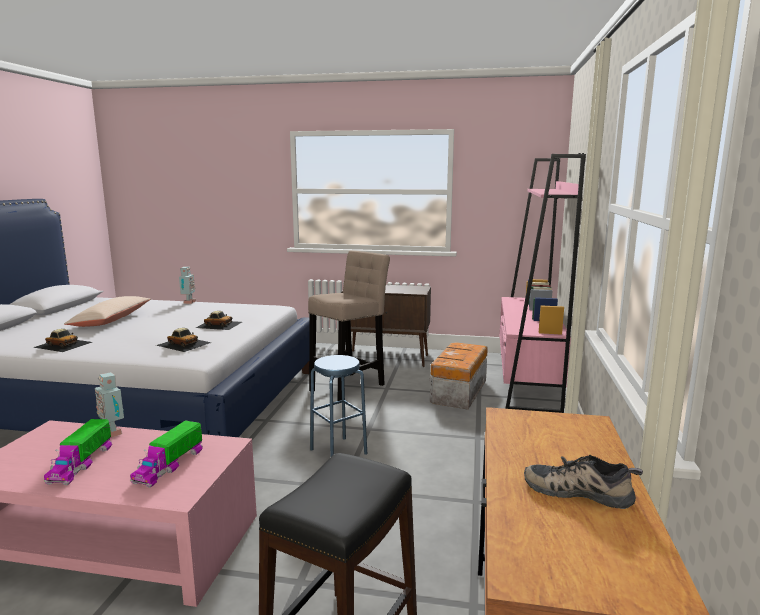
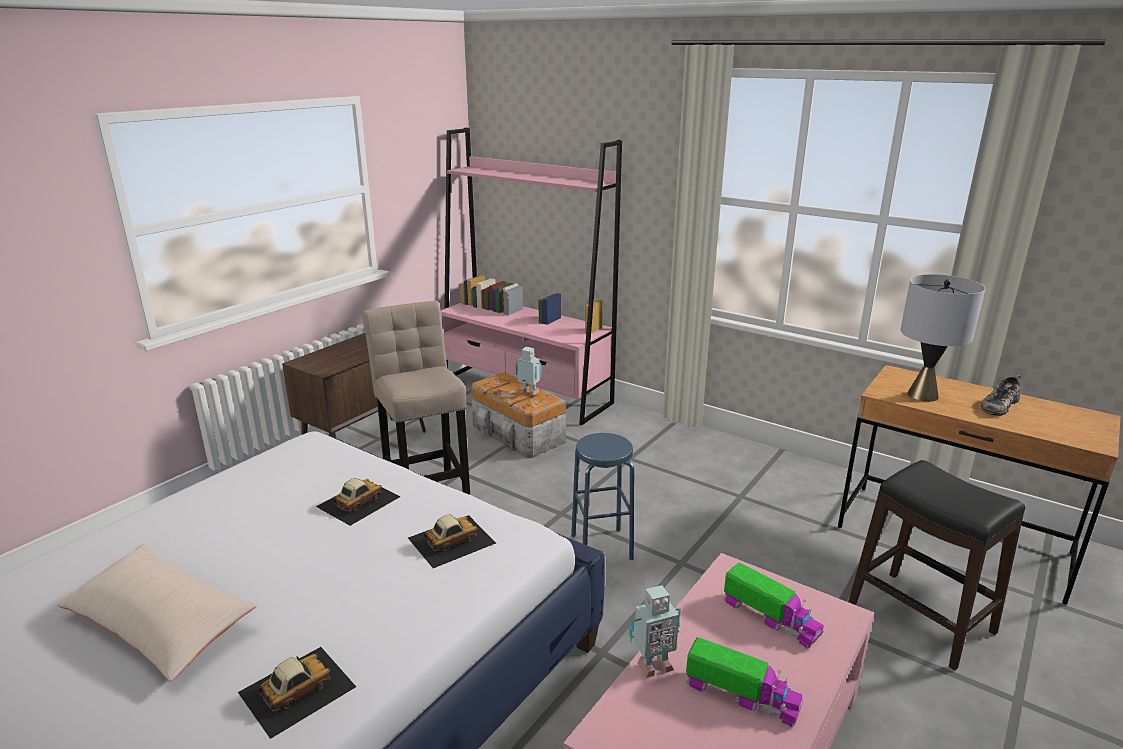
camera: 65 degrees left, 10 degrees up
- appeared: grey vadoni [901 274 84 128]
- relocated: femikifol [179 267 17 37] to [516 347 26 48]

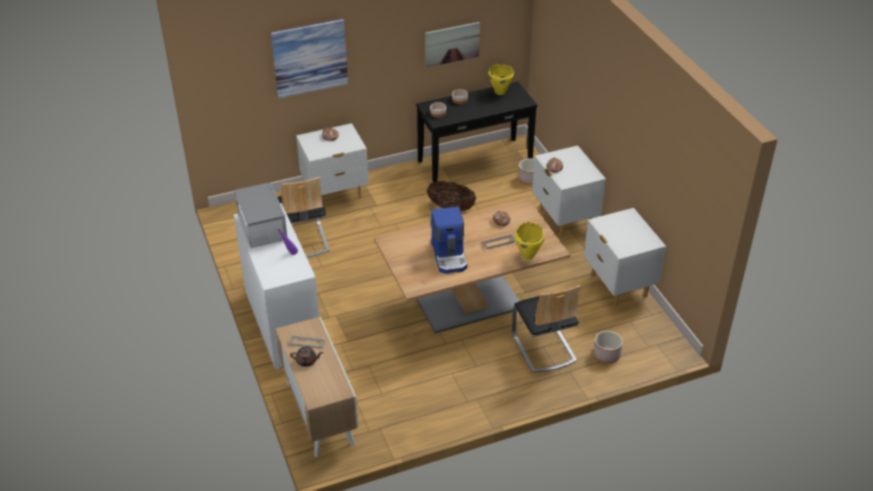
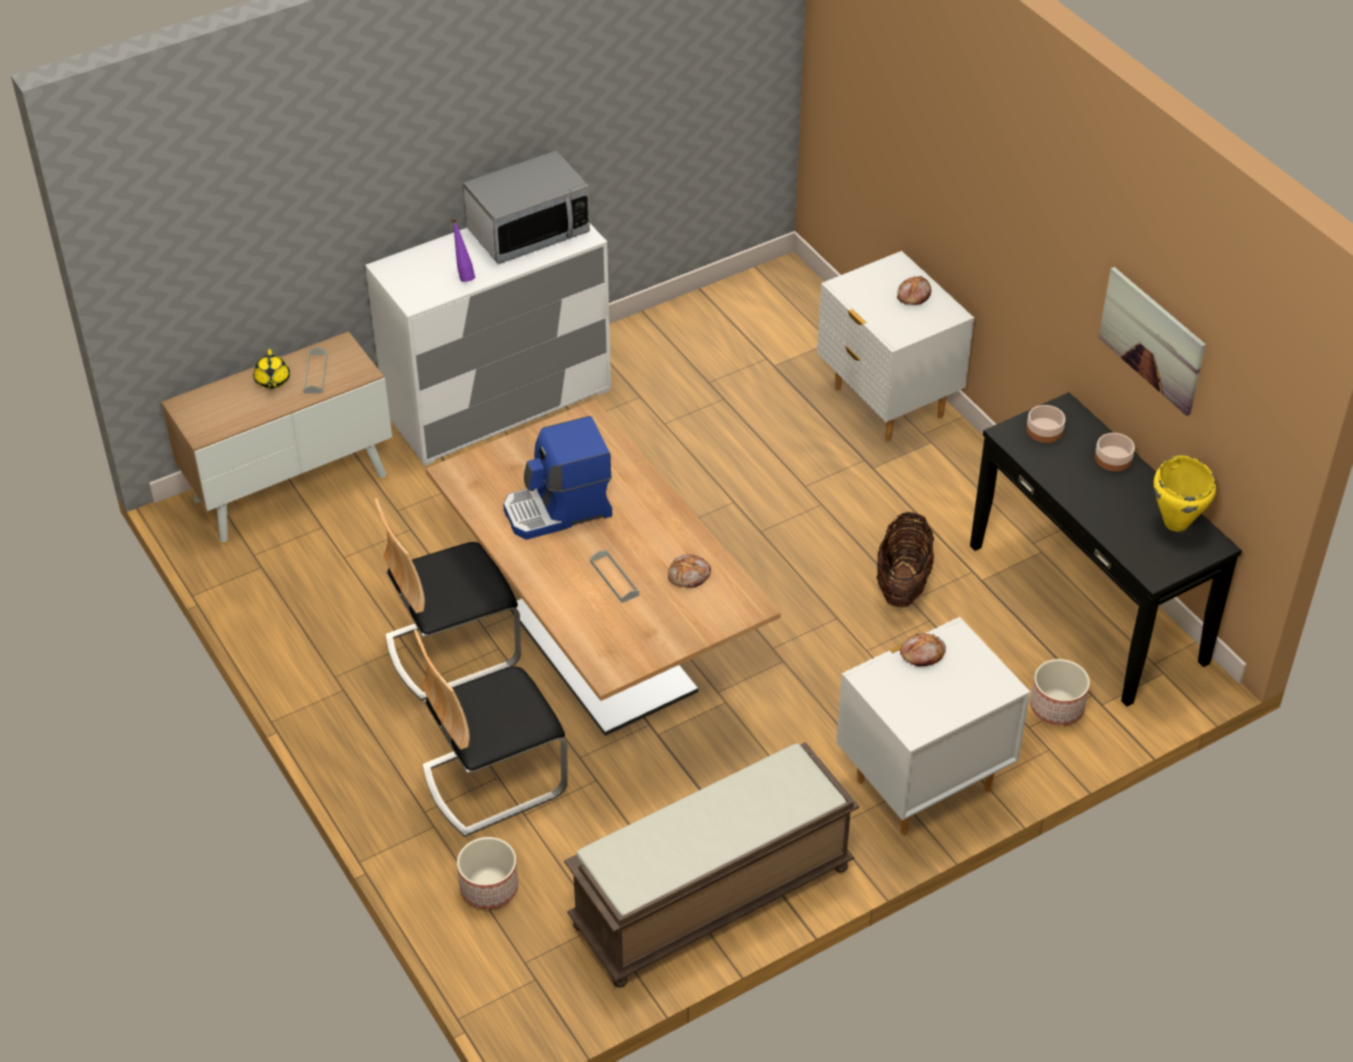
camera: 80 degrees right, 5 degrees up
- missing: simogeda [271 19 77 79]
- missing: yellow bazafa [515 222 30 38]
- relocated: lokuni [277 177 53 81] to [375 498 146 203]
- exchanged: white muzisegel [584 208 82 99] to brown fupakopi [564 742 295 246]
- colour: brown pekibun [290 347 33 20] to yellow pekibun [254 349 36 40]

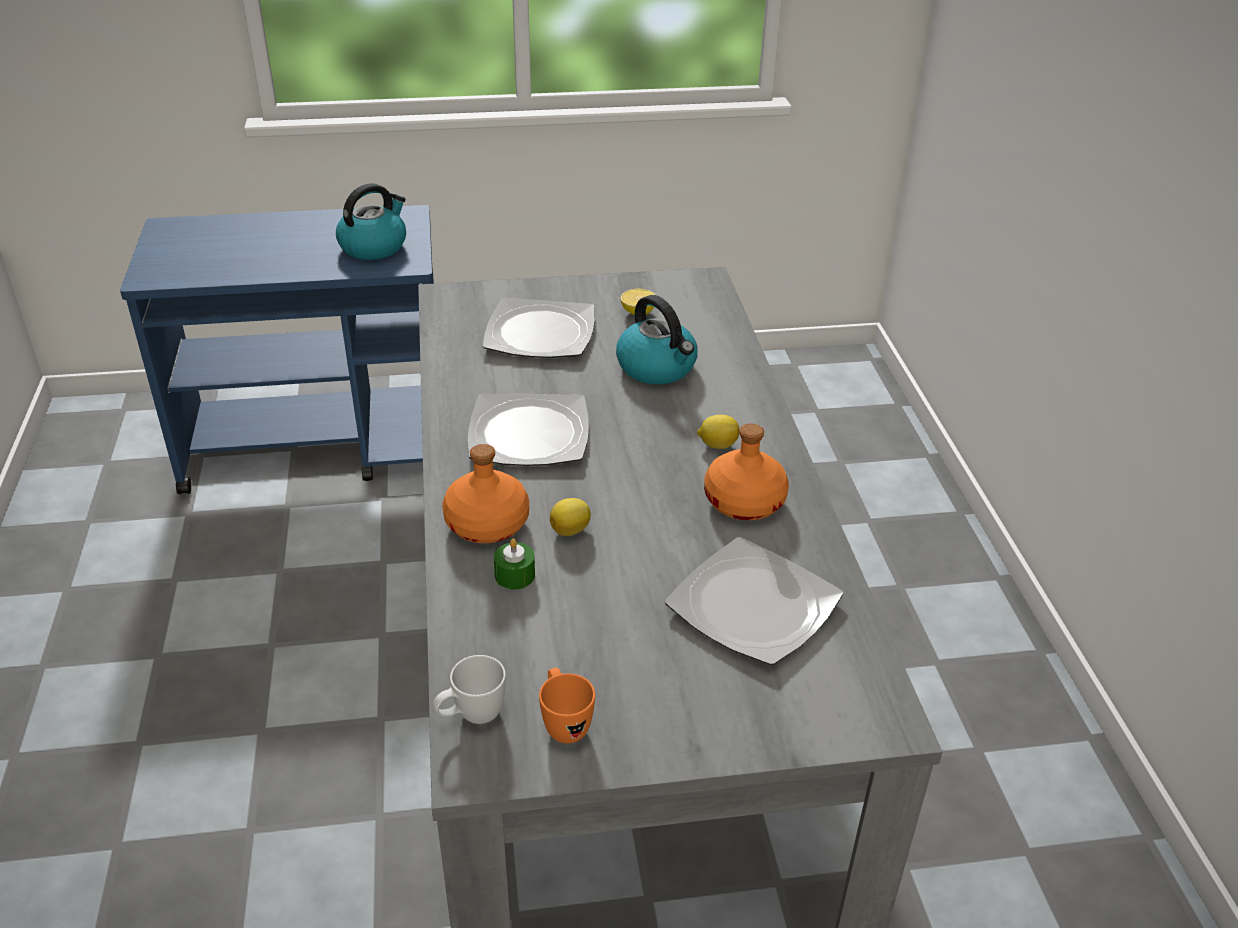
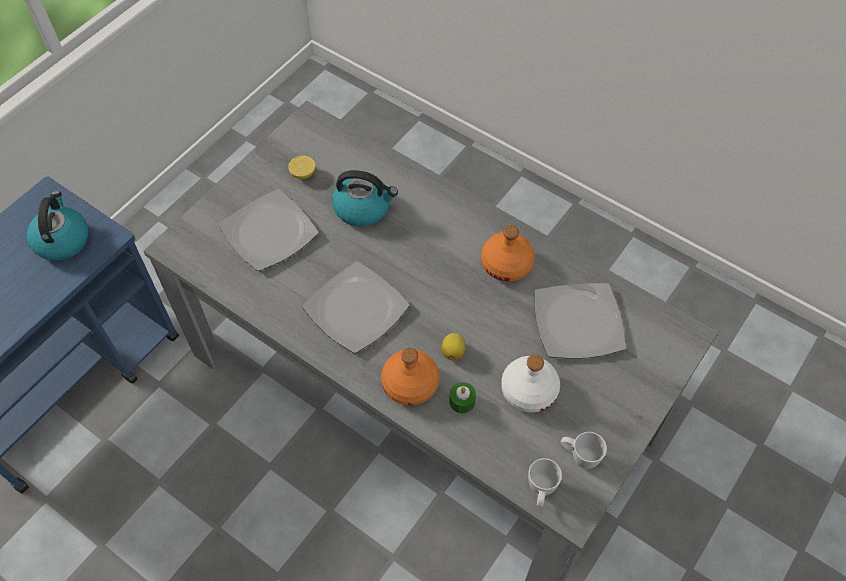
camera: 45 degrees left, 20 degrees up
- missing: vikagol [697 415 42 34]
- appeared: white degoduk [501 355 59 57]
- colour: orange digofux [539 668 56 75] to white digofux [561 432 46 37]

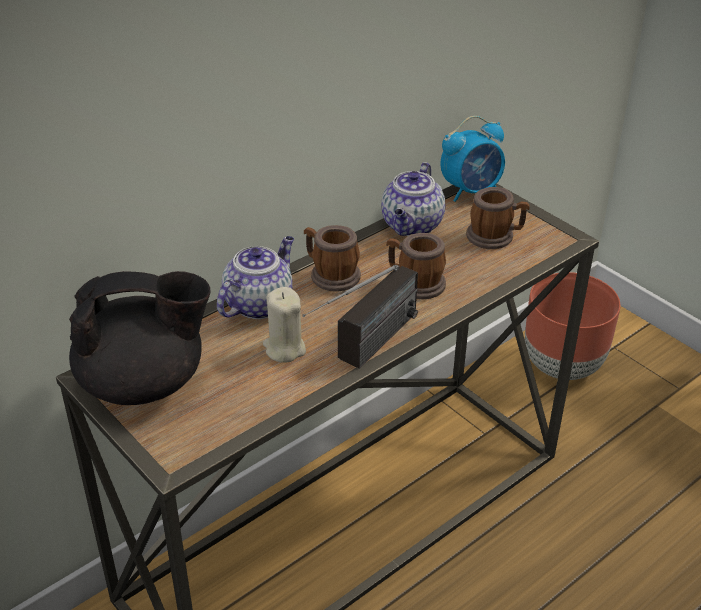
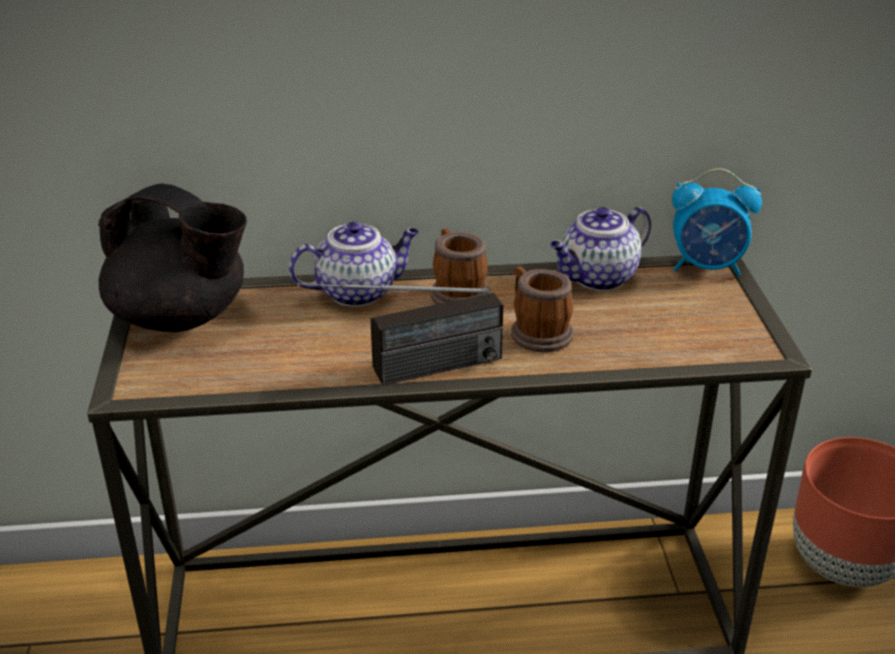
camera: 35 degrees right, 5 degrees down
- missing: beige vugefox [263 287 43 76]
- missing: digofux [466 187 64 62]

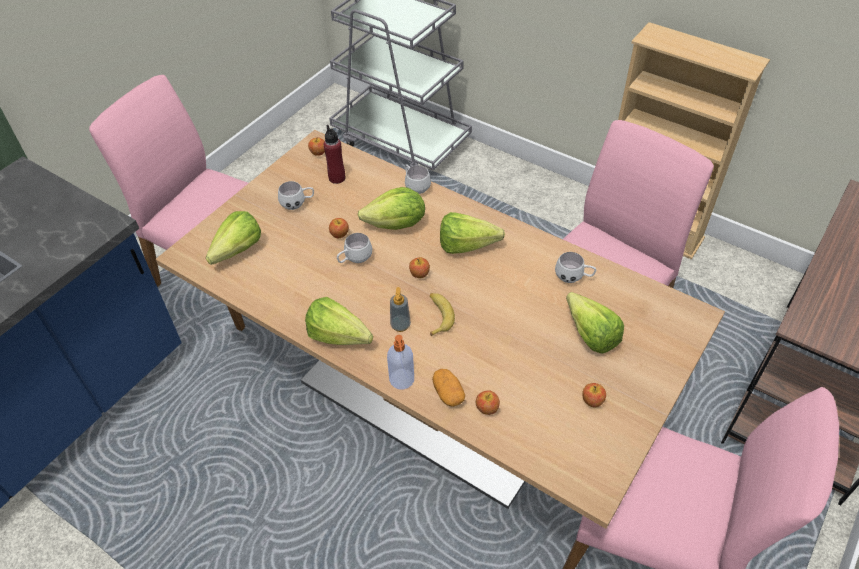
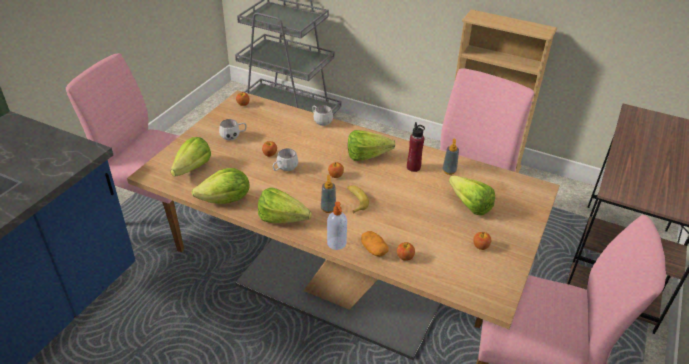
camera: 10 degrees left, 10 degrees down
- relocated: red degoduk [324 125 21 59] to [407 122 18 50]
- relocated: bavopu [358 187 67 43] to [192 168 58 36]
- exchanged: white digofux [555 252 41 31] to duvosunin [442 139 17 36]

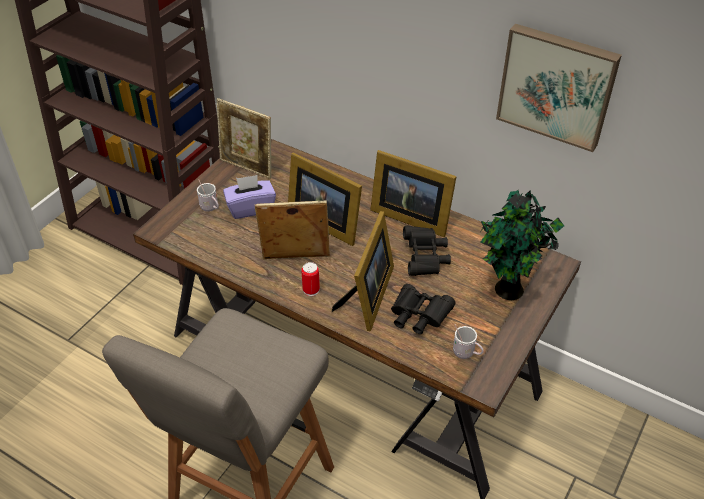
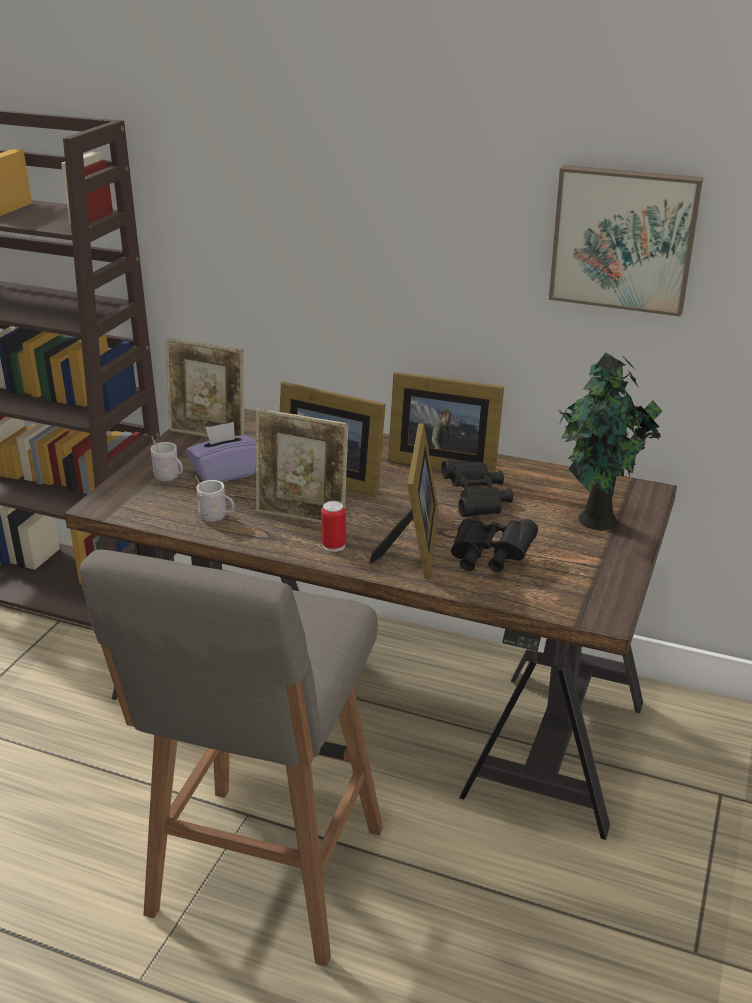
camera: 10 degrees left, 15 degrees down
- relocated: white digofux [453 324 31 35] to [195 475 40 47]
- spun: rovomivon [254 200 76 59] = [256 409 92 114] 150 degrees counterclockwise

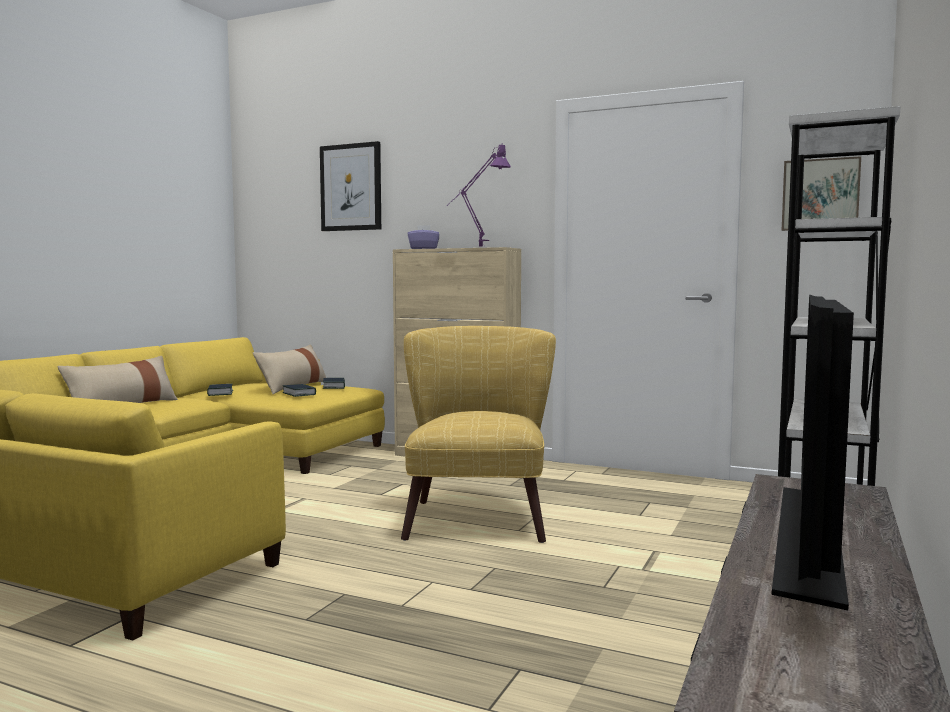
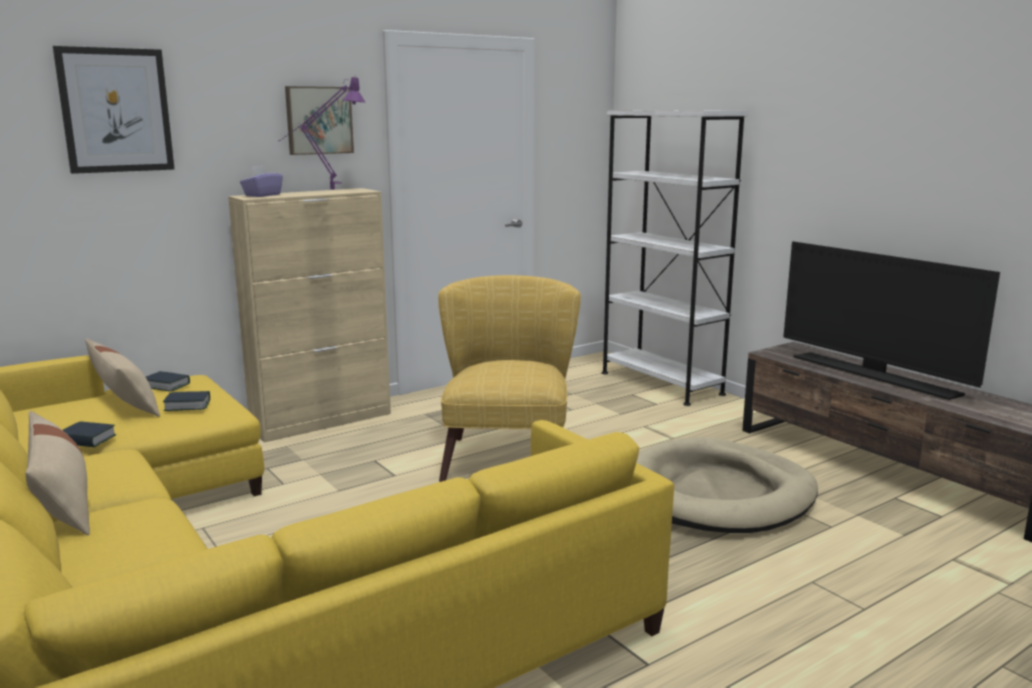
camera: 60 degrees left, 10 degrees up
- appeared: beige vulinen [636 437 182 96]
- relocated: simogeda [782 156 79 75] to [285 86 69 69]
- spun: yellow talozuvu [401 326 155 217] = [438 275 143 207] 60 degrees clockwise

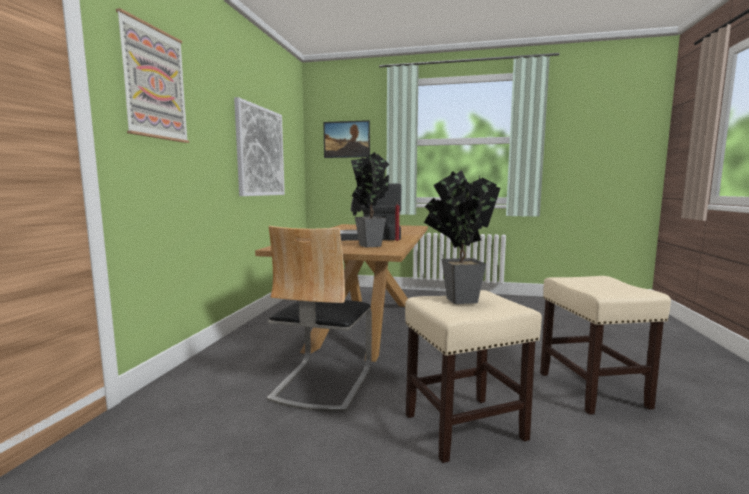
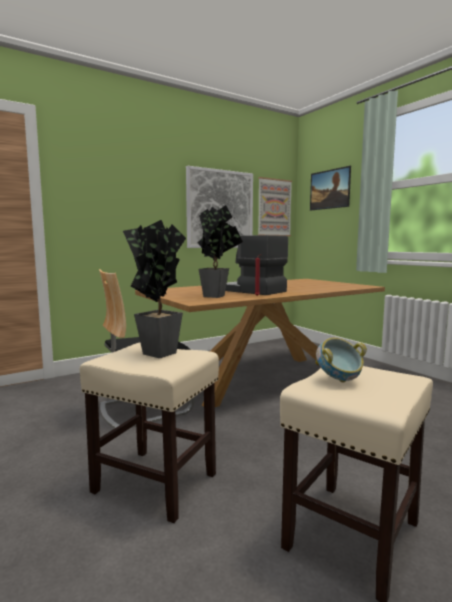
camera: 45 degrees right, 0 degrees up
- appeared: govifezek [316 338 51 44]
- relocated: simogeda [116 8 73 135] to [258 177 34 59]

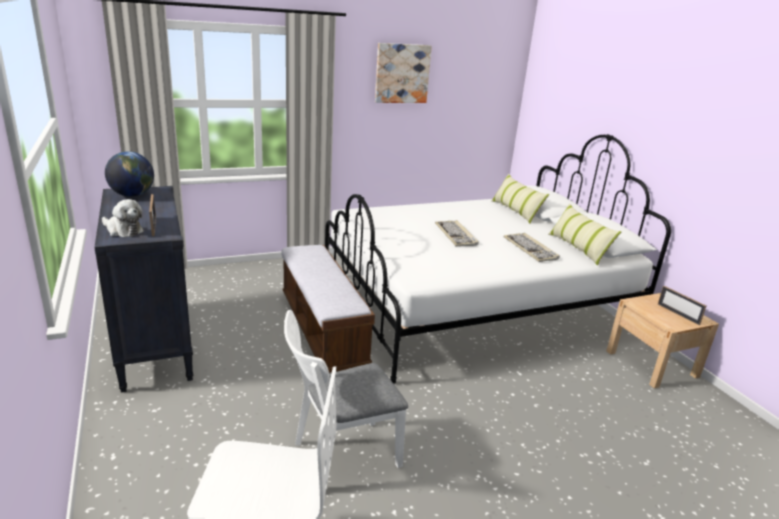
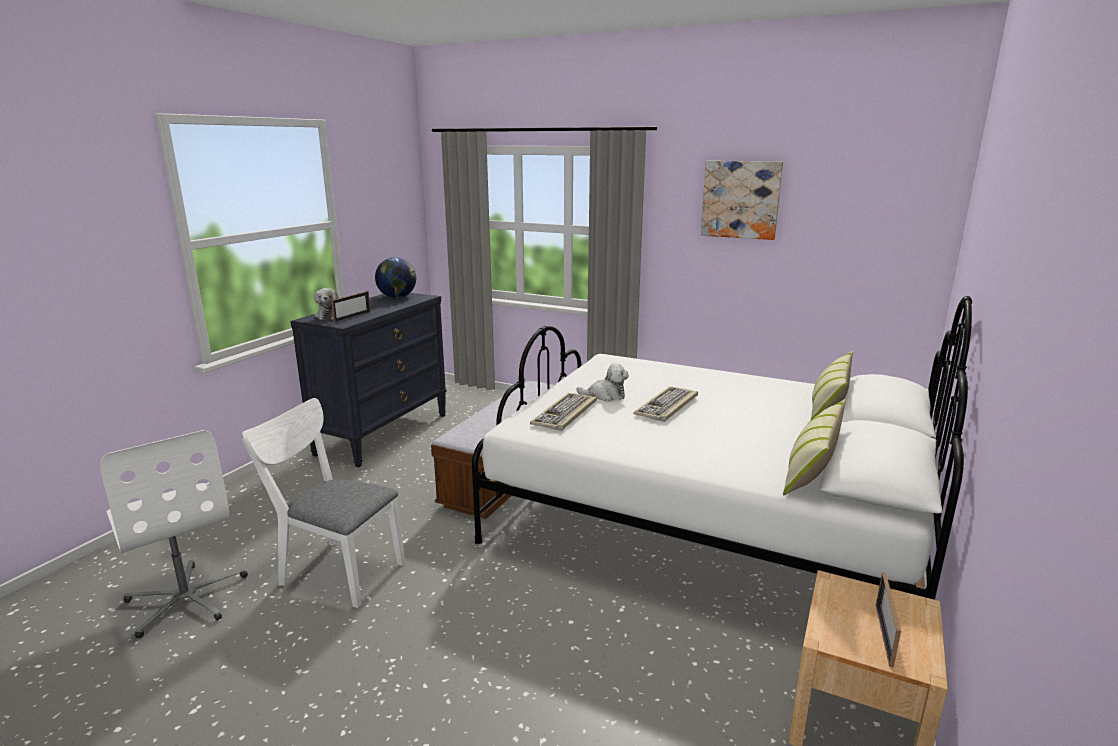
camera: 50 degrees right, 5 degrees down
- appeared: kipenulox [576 363 53 39]
- relocated: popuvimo [503 233 57 29] to [530 393 67 38]

